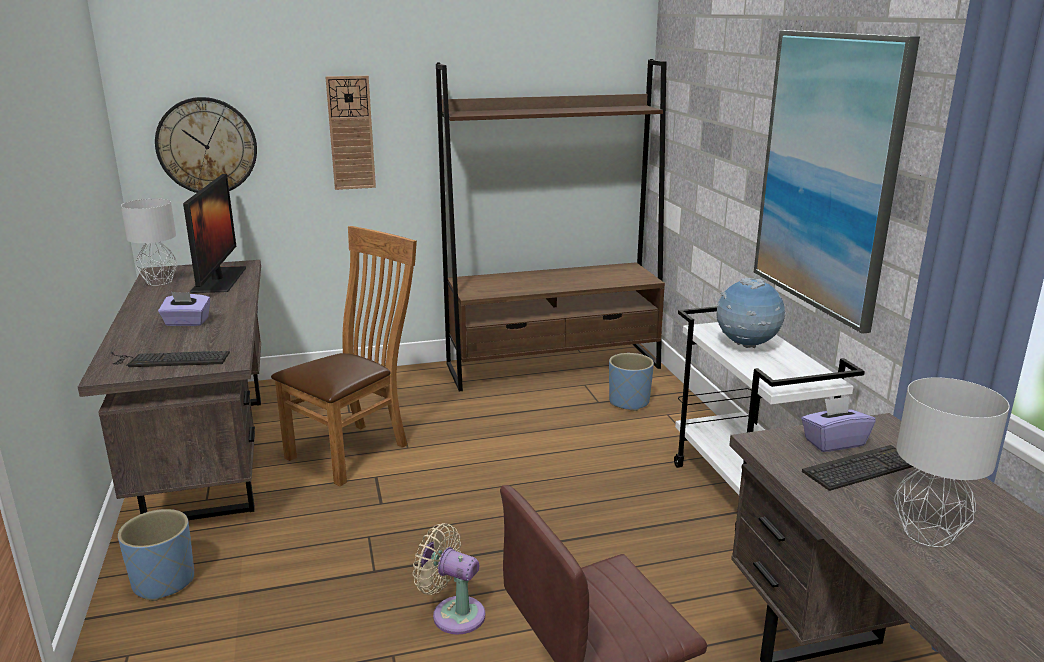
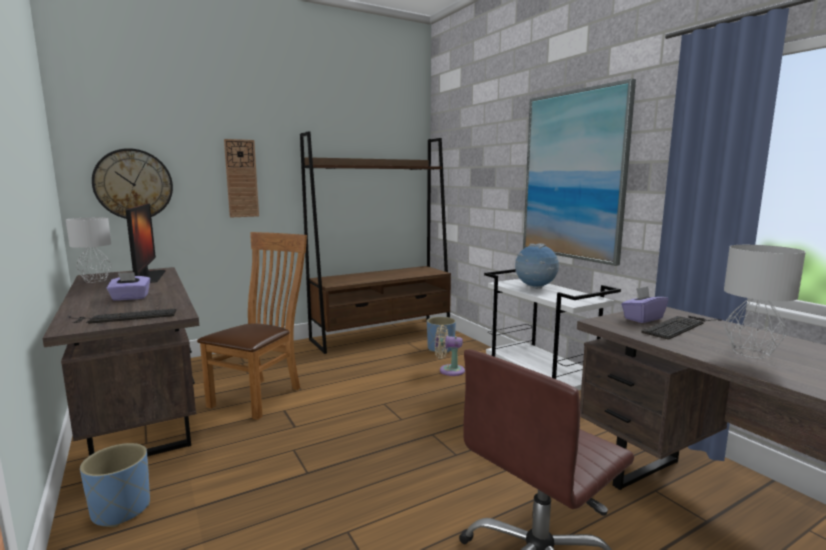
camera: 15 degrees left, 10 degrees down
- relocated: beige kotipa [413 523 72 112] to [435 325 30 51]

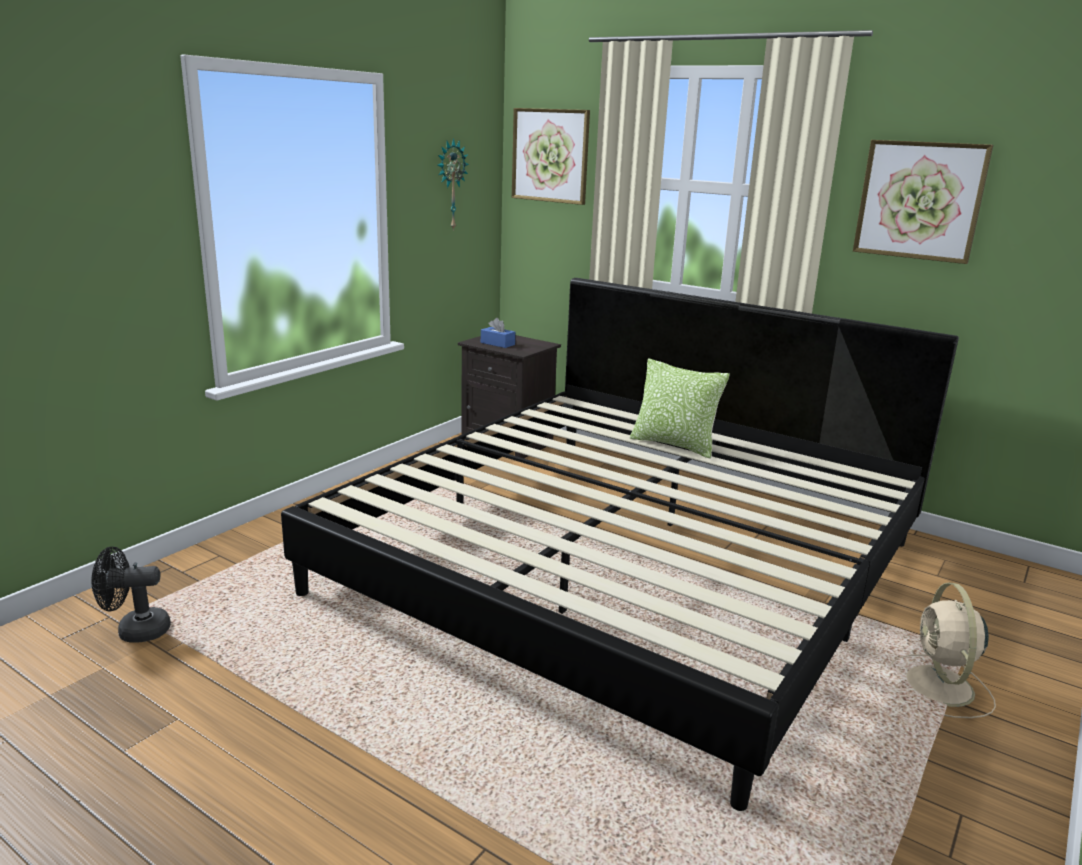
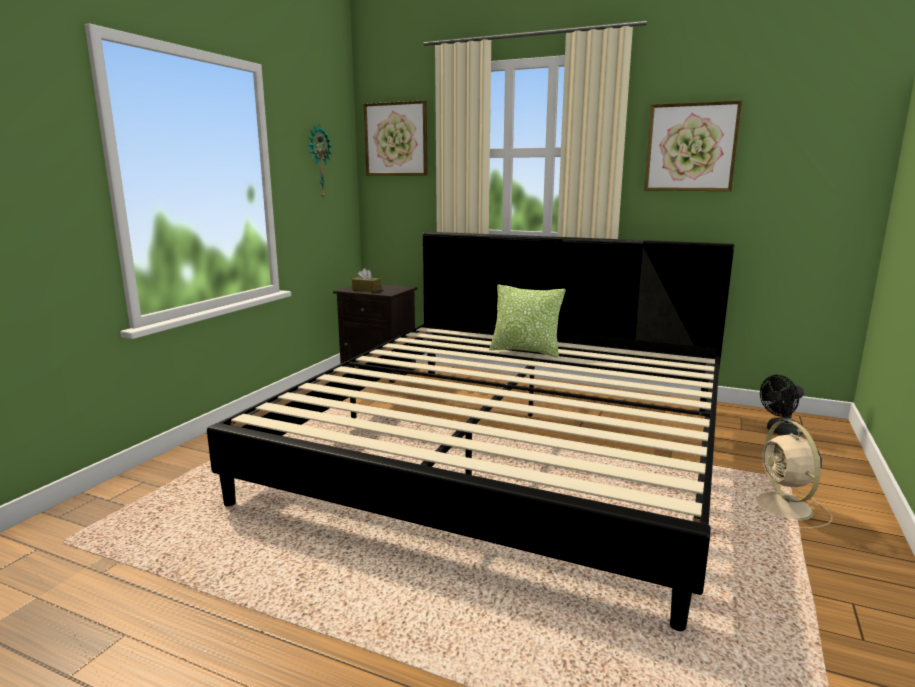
camera: 10 degrees left, 5 degrees down
- relocated: black kotipa [92 547 79 96] to [760 375 44 61]
- colour: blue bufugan [481 318 34 30] to brown bufugan [352 268 29 24]

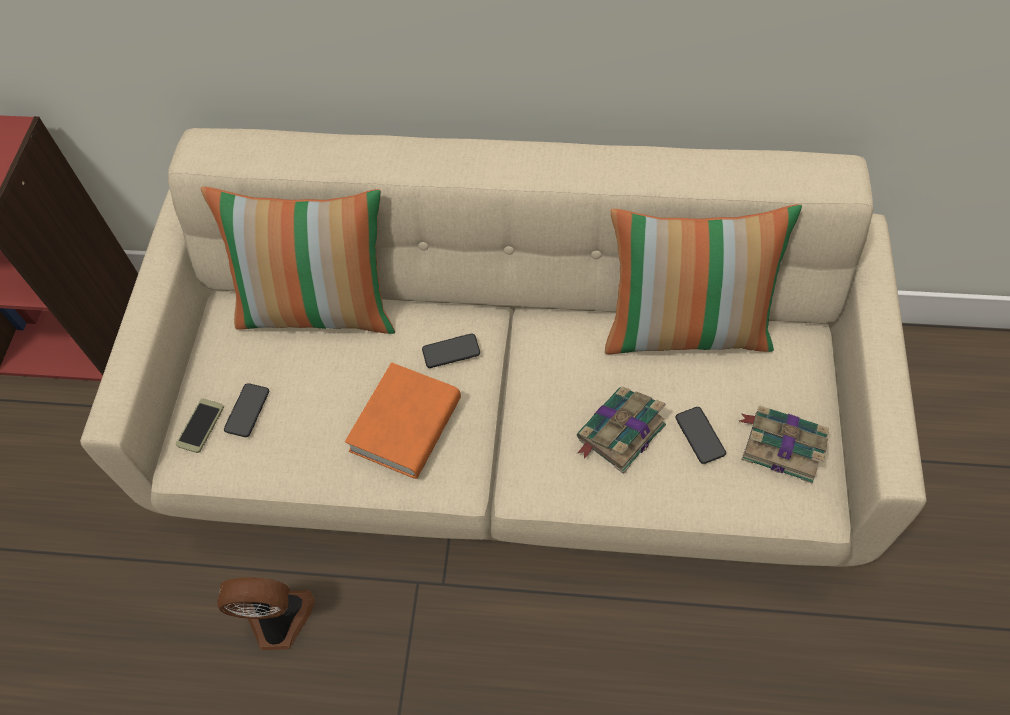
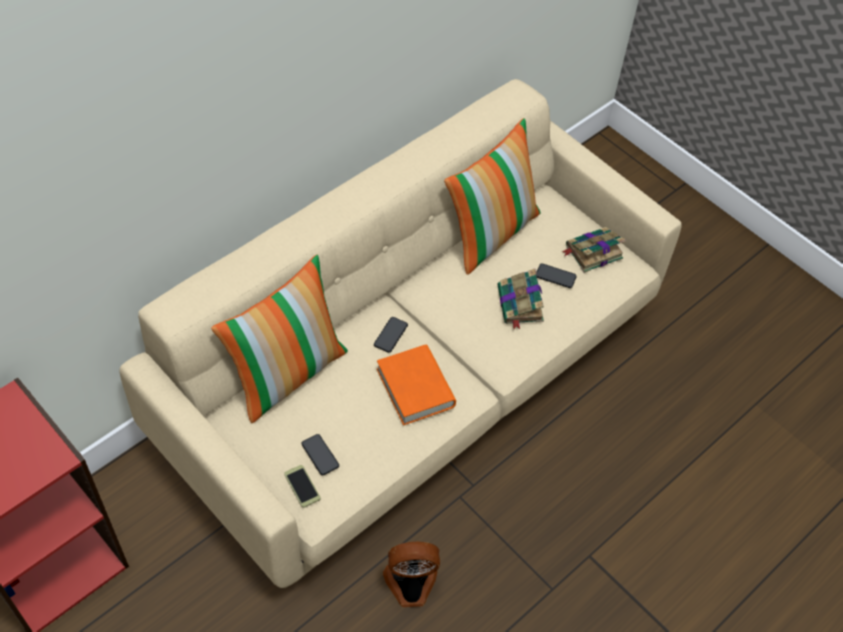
camera: 55 degrees left, 5 degrees down
- spun: kotipa [217 577 98 73] = [383 542 57 65] 45 degrees clockwise

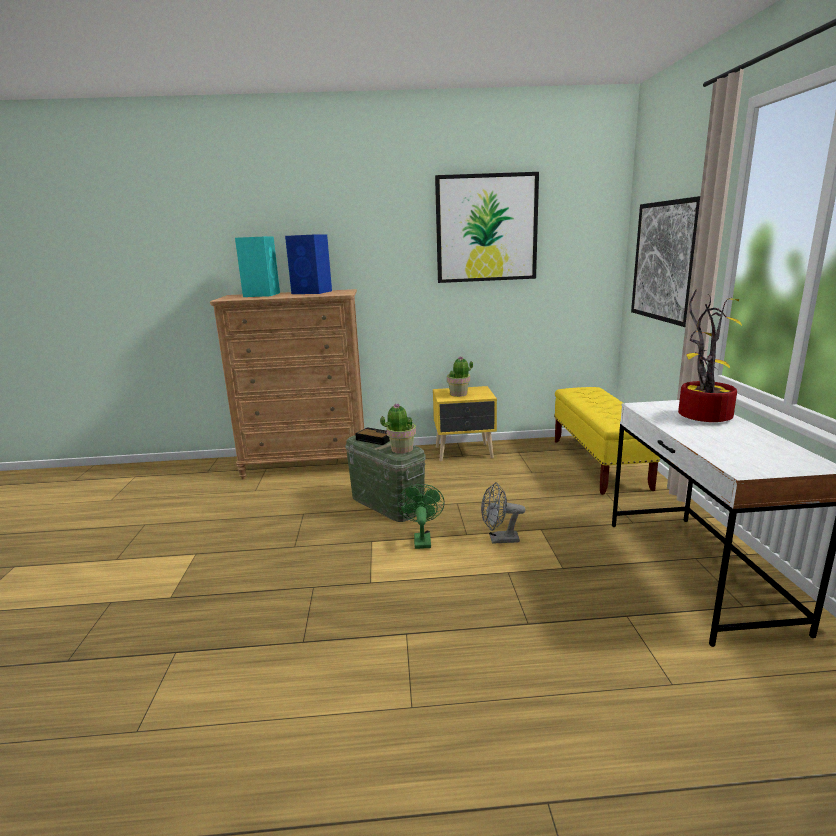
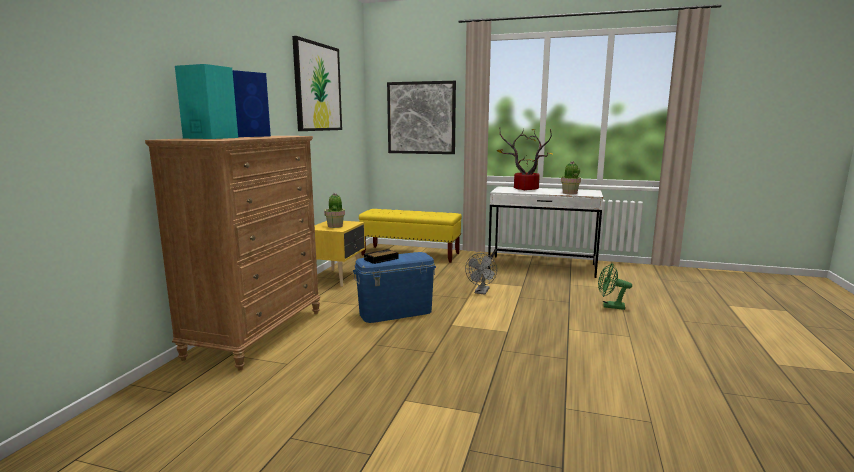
camera: 70 degrees left, 5 degrees down
- relocated: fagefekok [380 404 36 50] to [561 161 20 33]
- relocated: green kotipa [397 484 48 65] to [598 263 34 47]
- colour: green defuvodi [345 435 81 87] to blue defuvodi [353 252 83 71]

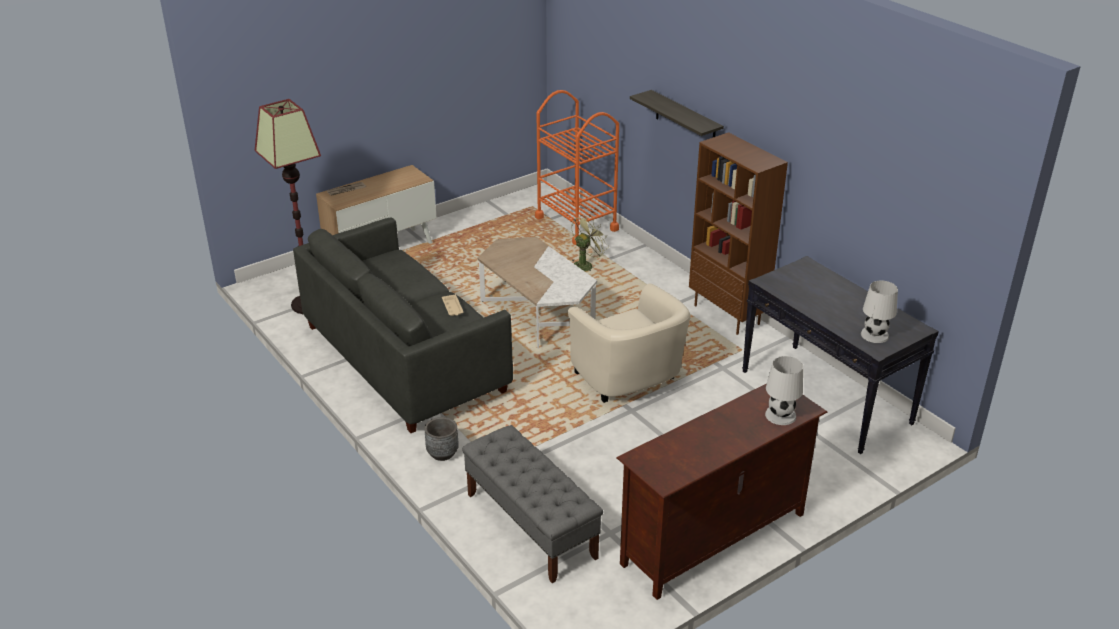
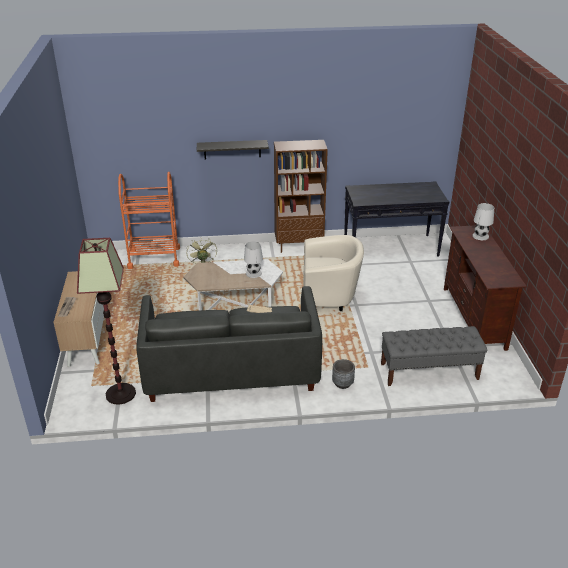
camera: 60 degrees left, 0 degrees up
- relocated: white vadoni [861 280 37 63] to [244 242 19 36]

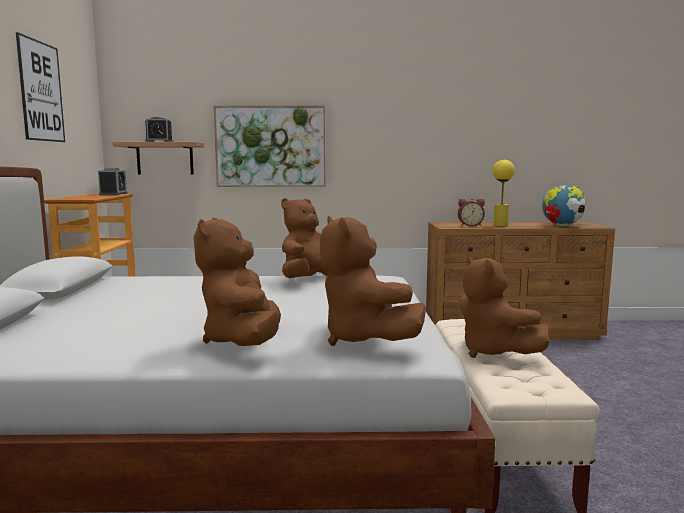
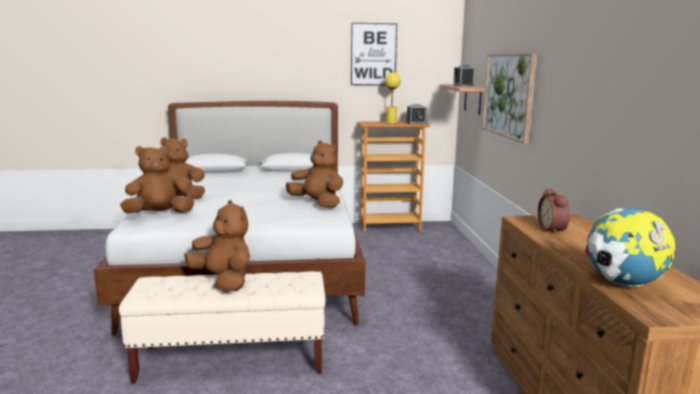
camera: 85 degrees right, 5 degrees up
- relocated: yellow vadoni [493 160 22 67] to [385 72 16 52]
- spun: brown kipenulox [459 256 91 102] = [184 200 66 91] 75 degrees clockwise

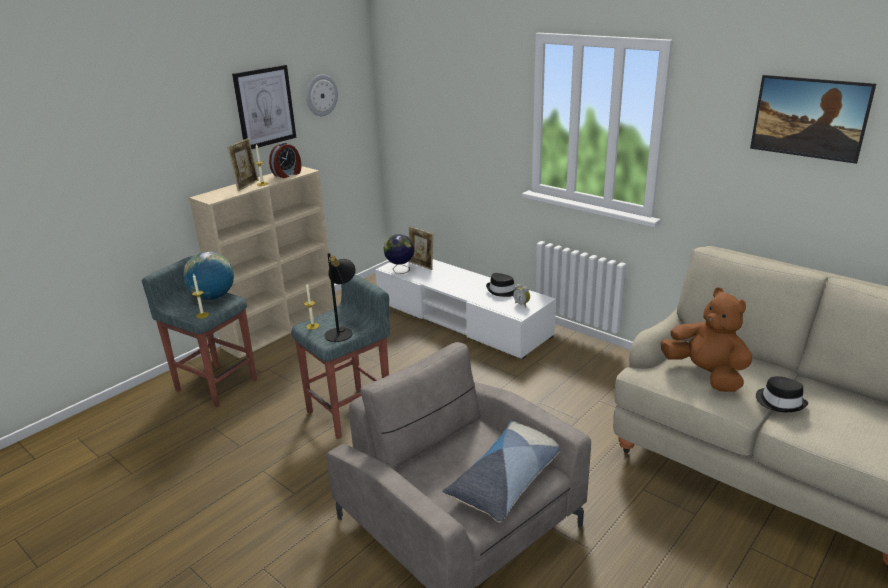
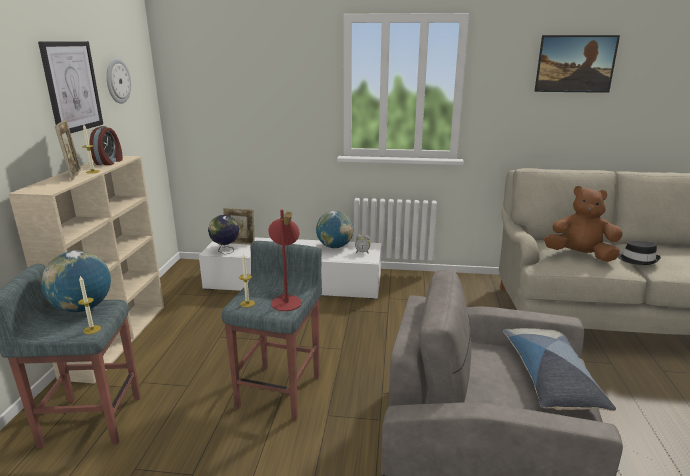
camera: 35 degrees left, 5 degrees down
- exchanged: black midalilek [486 273 29 24] to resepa [316 211 38 37]
- colour: black vadoni [324 253 32 89] to red vadoni [268 210 34 101]

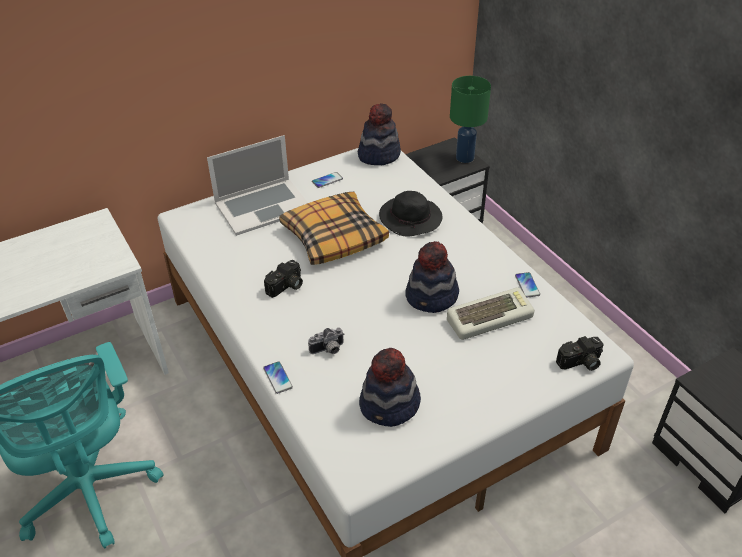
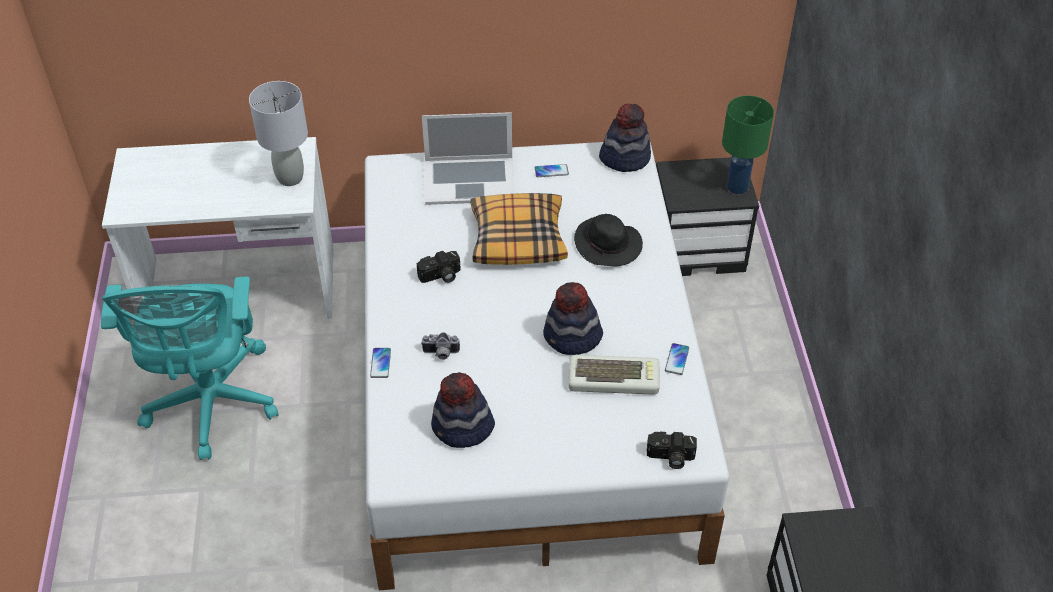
camera: 25 degrees right, 5 degrees up
- appeared: grey vadoni [249 81 59 105]

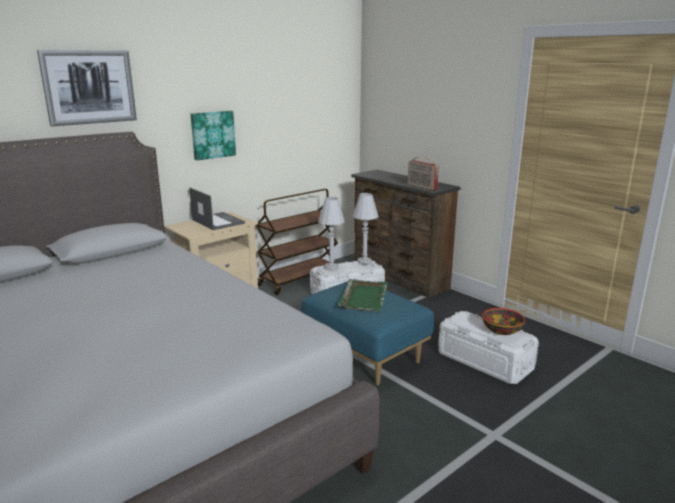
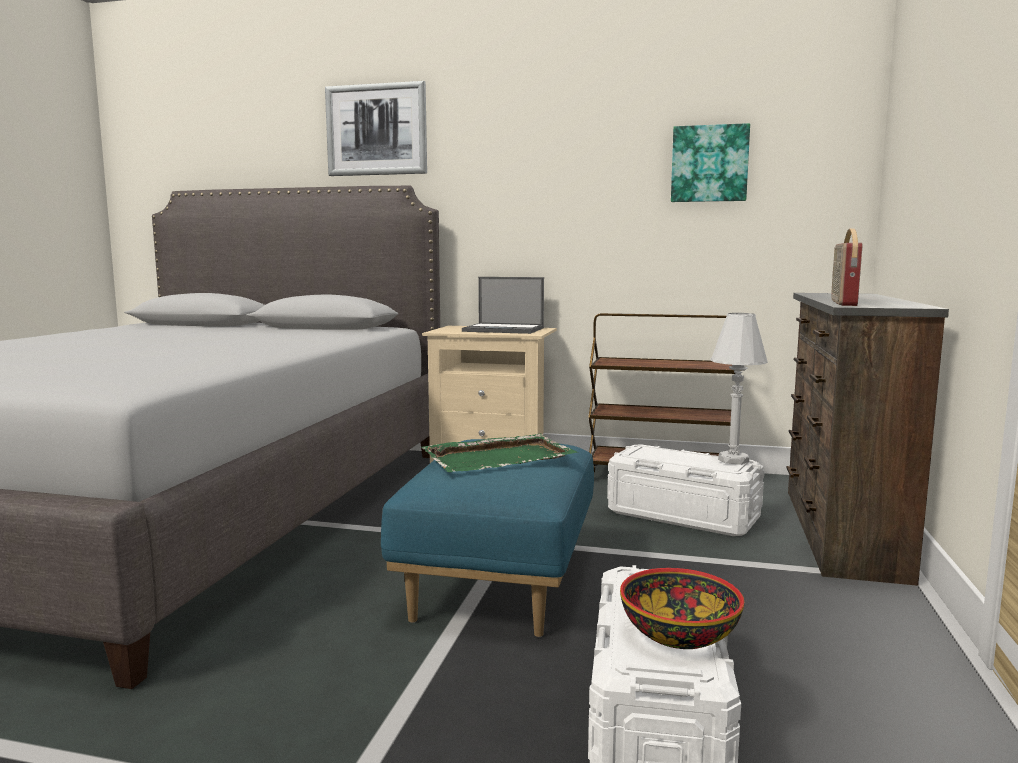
camera: 55 degrees right, 10 degrees down
- missing: white vadoni [318 197 27 74]
- relocated: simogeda [191 111 45 49] to [671 123 79 79]
- spun: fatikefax [189 188 56 42] = [462 277 82 57] 90 degrees clockwise

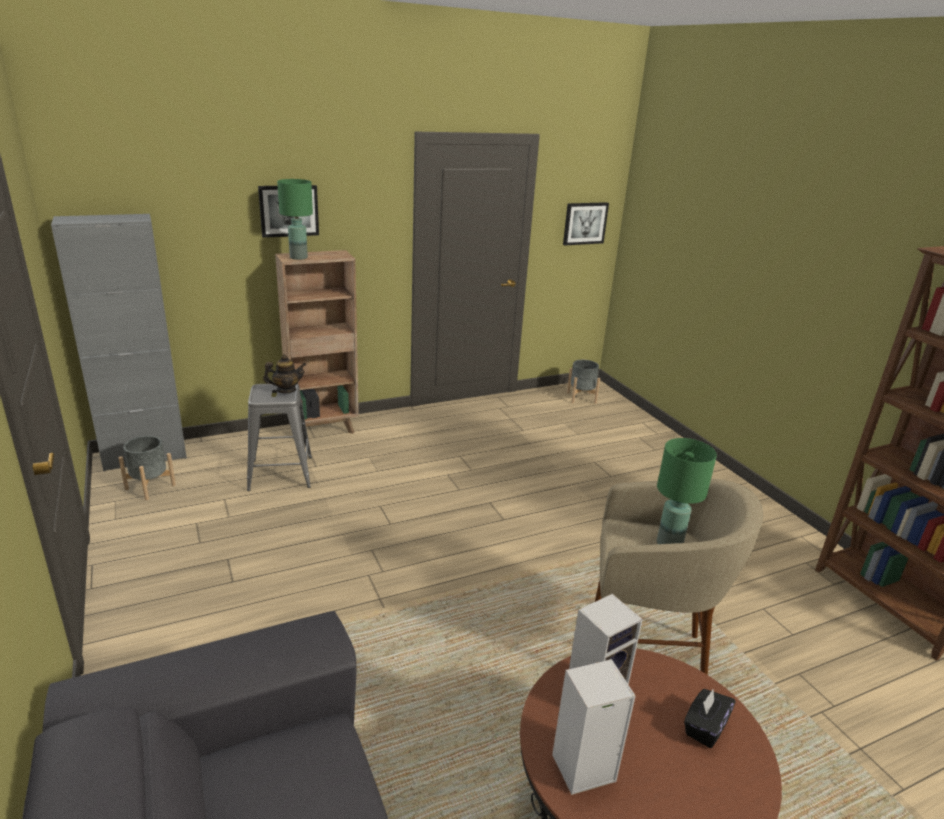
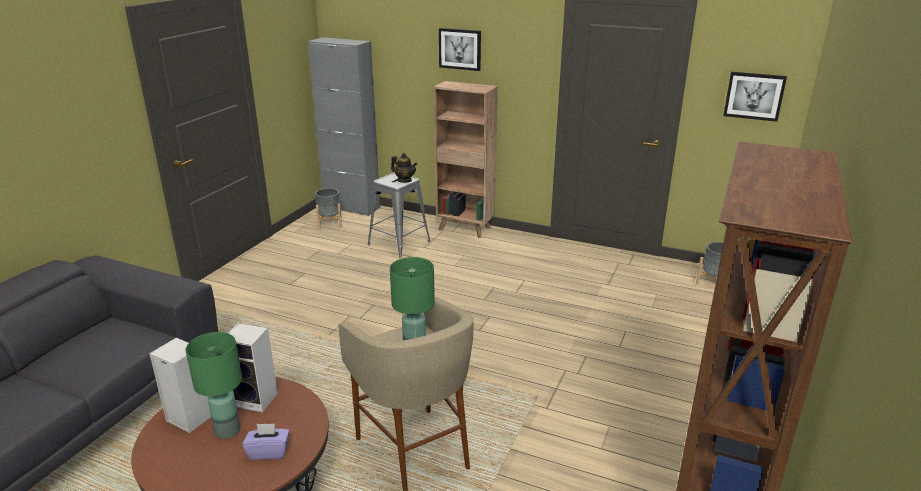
camera: 50 degrees right, 0 degrees up
- relocated: green vadoni [277 179 36 81] to [186 332 56 107]
- colour: black bufugan [684 689 51 59] to purple bufugan [242 423 48 37]

